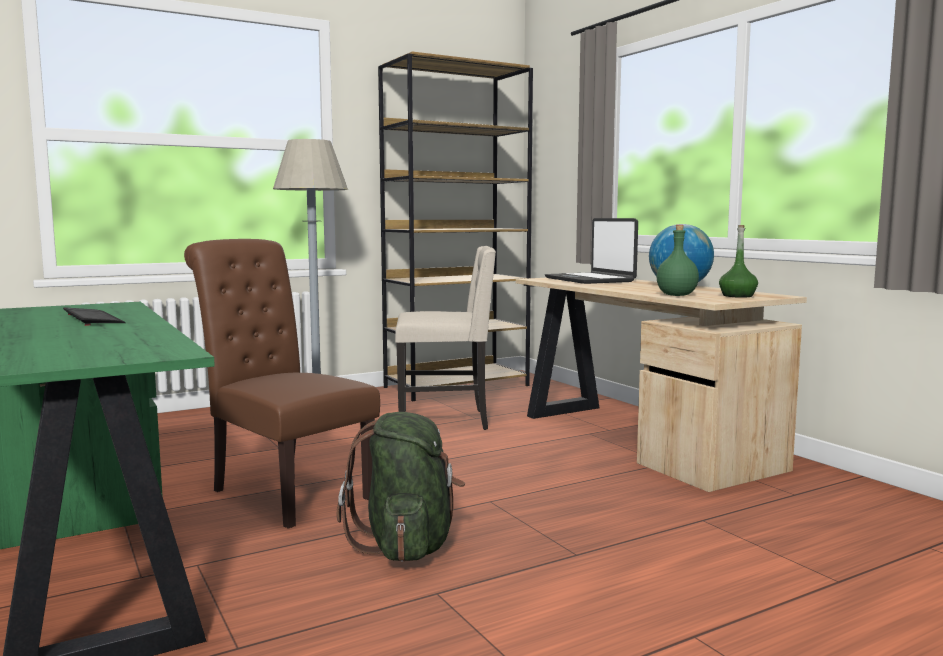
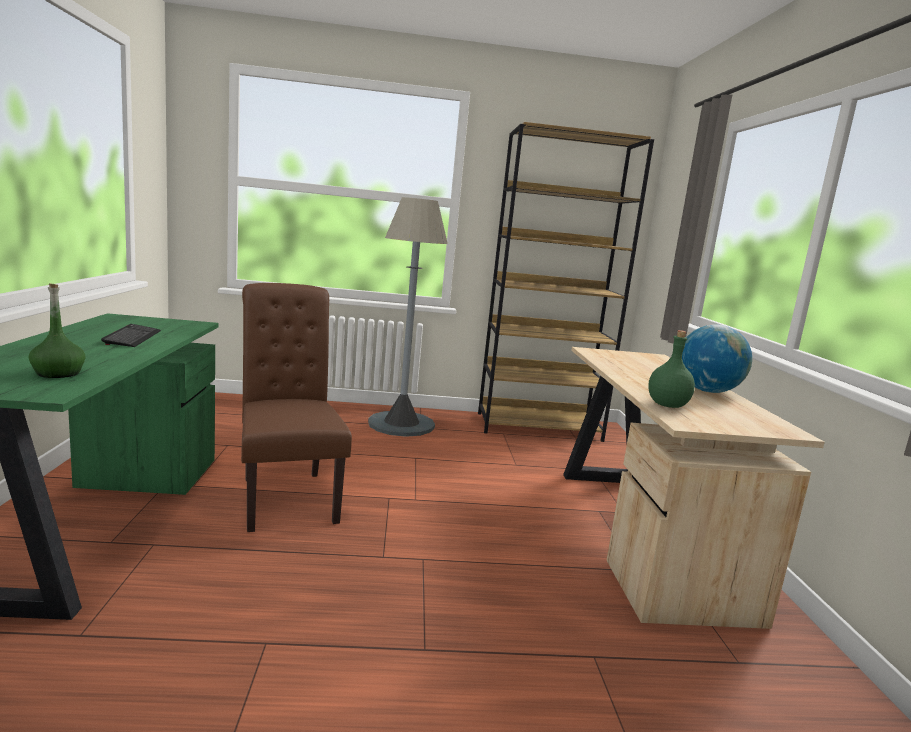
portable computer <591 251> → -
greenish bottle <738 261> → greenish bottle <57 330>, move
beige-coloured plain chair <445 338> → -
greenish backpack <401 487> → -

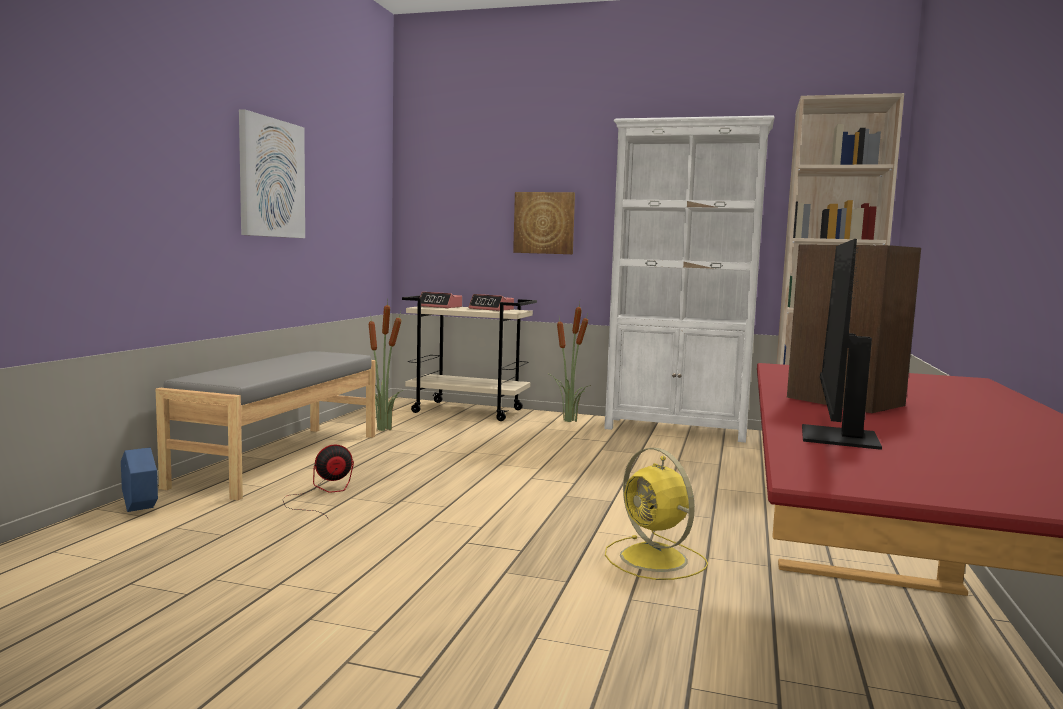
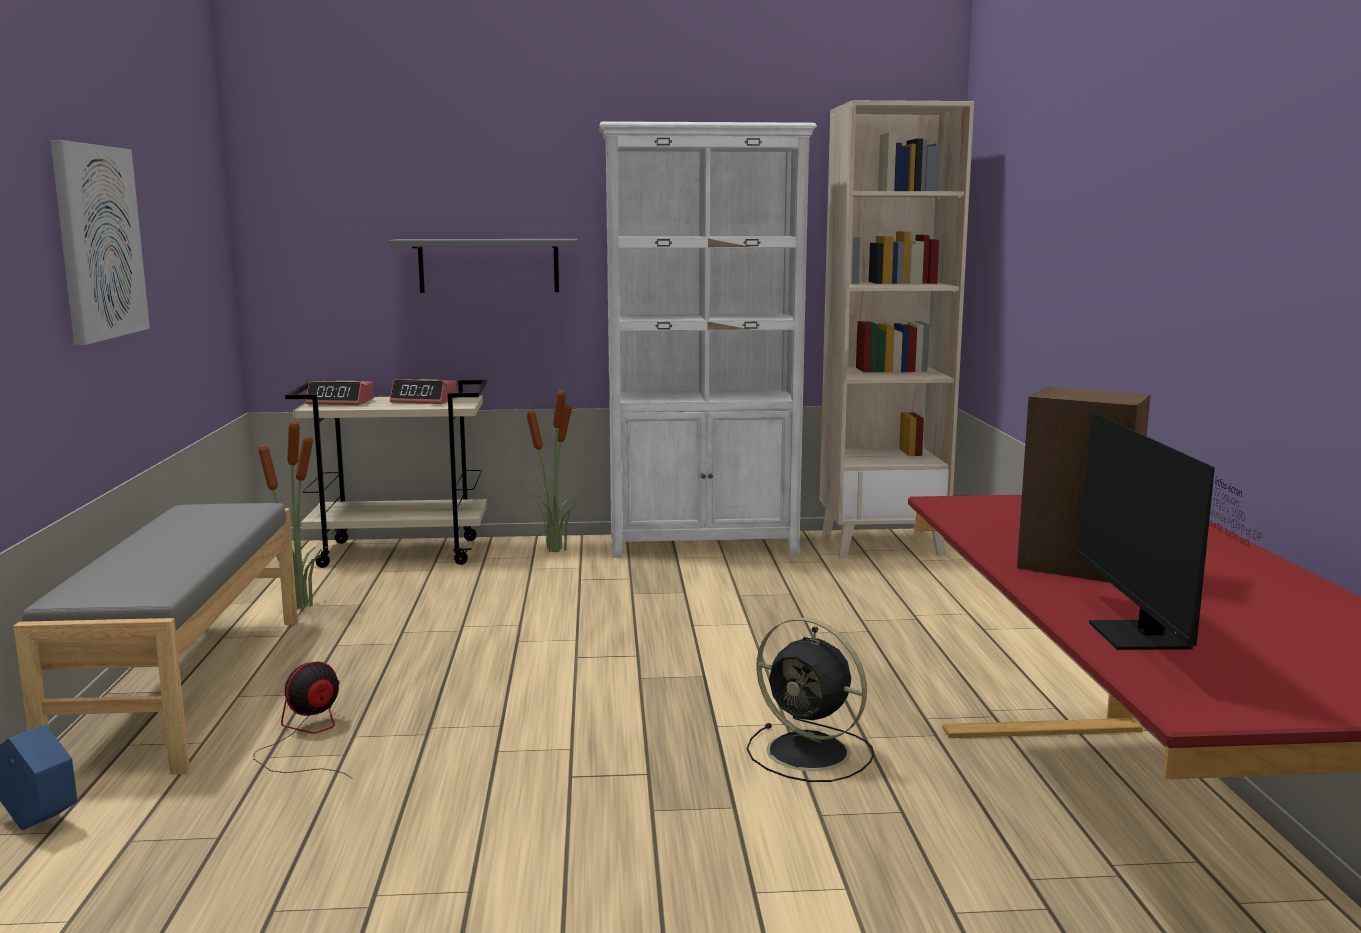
picture <544 223> → gray wall shelf <483 266>
yellow-coloured fan <656 514> → black-coloured fan <810 700>

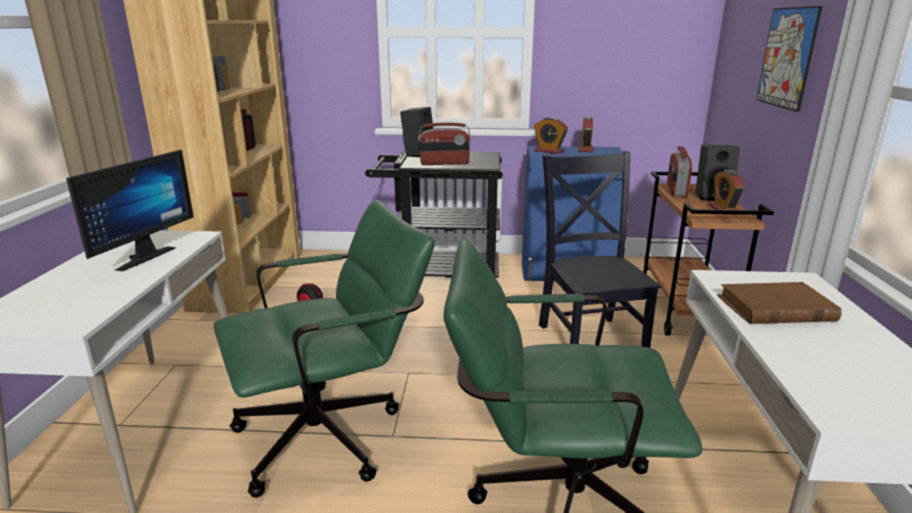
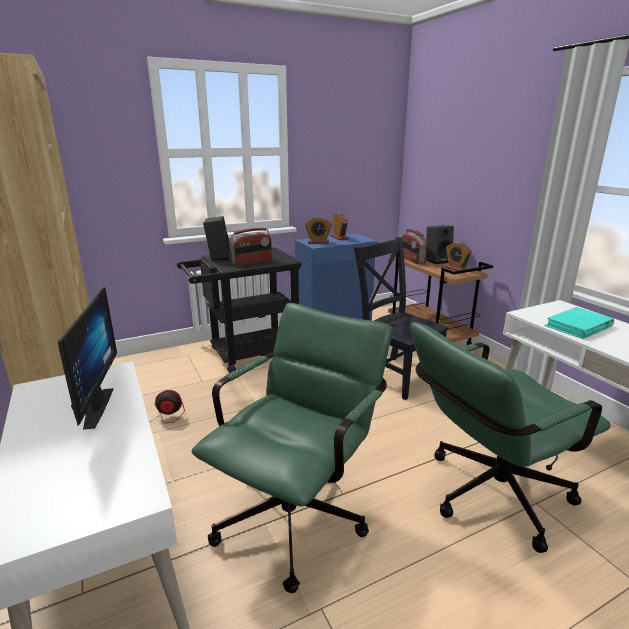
picture <789 59> → -
brown volume <779 303> → turquoise volume <579 323>

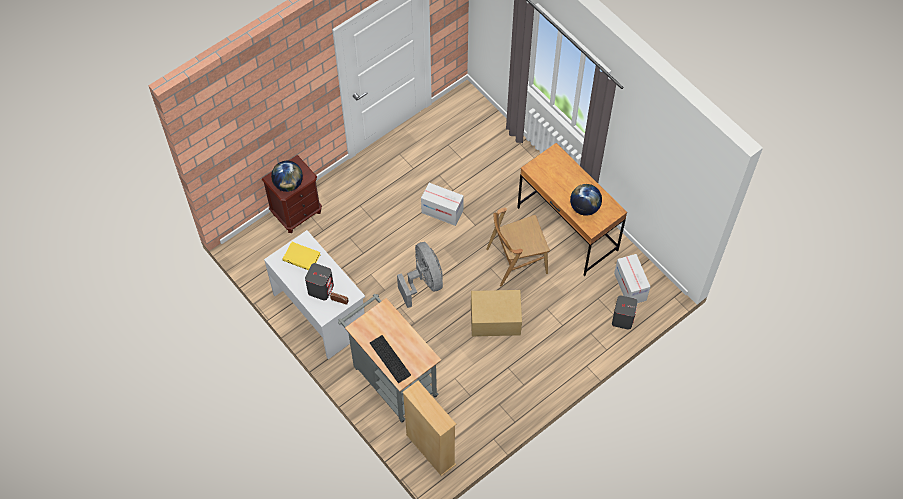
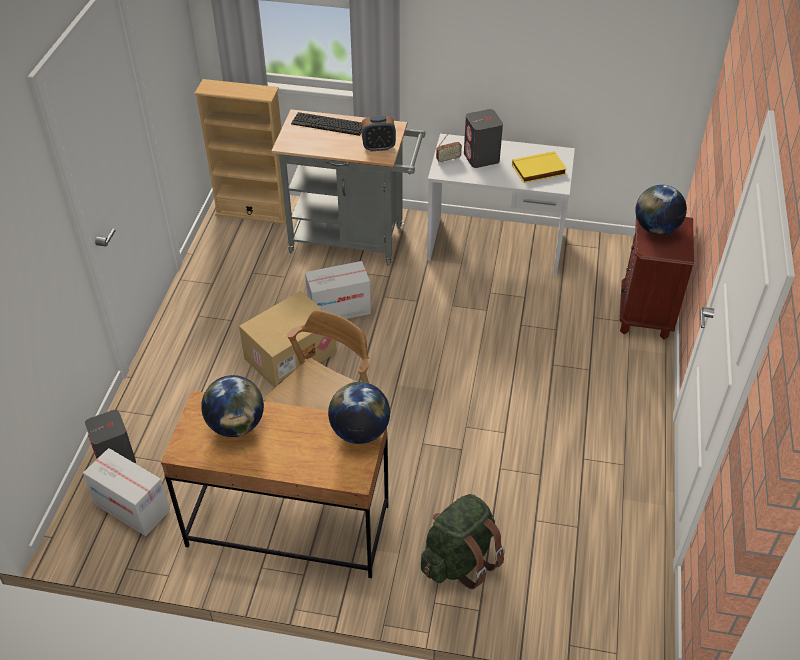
carton <442 204> → carton <338 290>, move
gray fan <420 275> → -
- → table clock <378 134>
- → world globe <359 413>
- → greenish backpack <463 541>

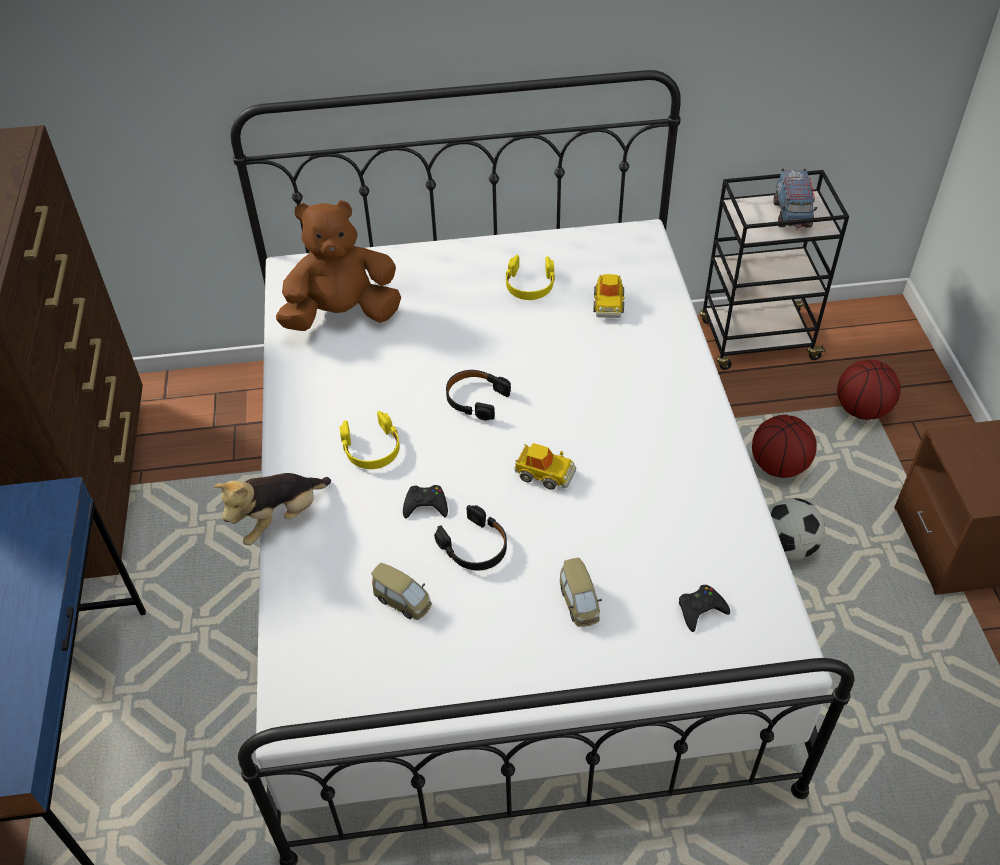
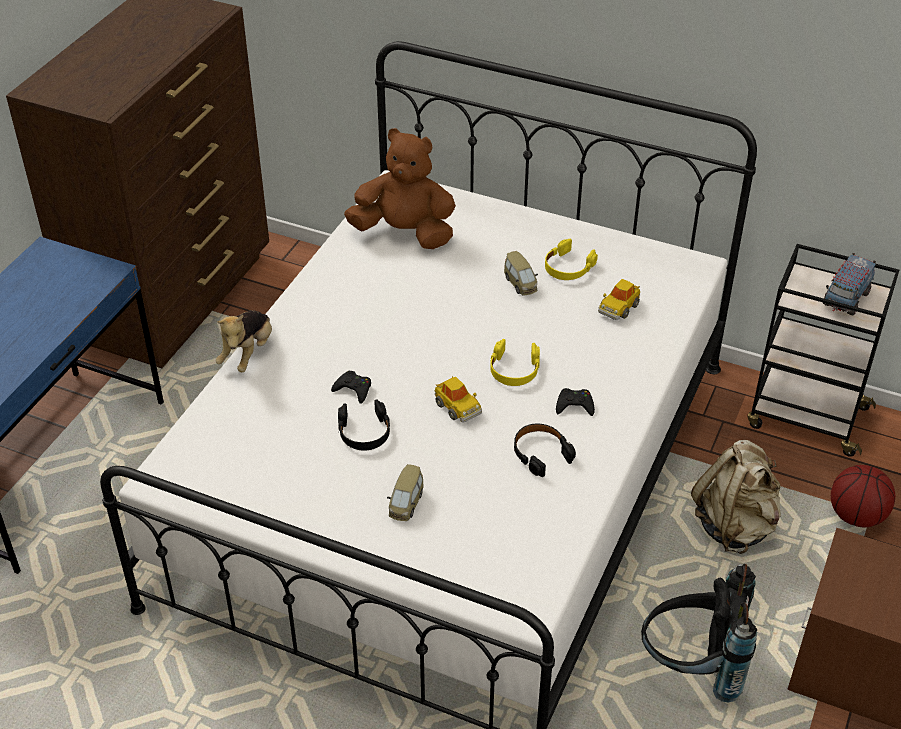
black-coloured headphones <478 395> → black-coloured headphones <545 450>, move
yellow-coloured headphones <369 440> → yellow-coloured headphones <515 362>, move
basketball ball <784 446> → beige-coloured backpack <736 497>
soft toy <272 509> → soft toy <243 341>, 60 degrees counterclockwise
football <797 529> → -
miniature car <401 591> → miniature car <521 273>, move
black-coloured joypad <704 608> → black-coloured joypad <575 402>, move
- → black-coloured backpack <699 633>

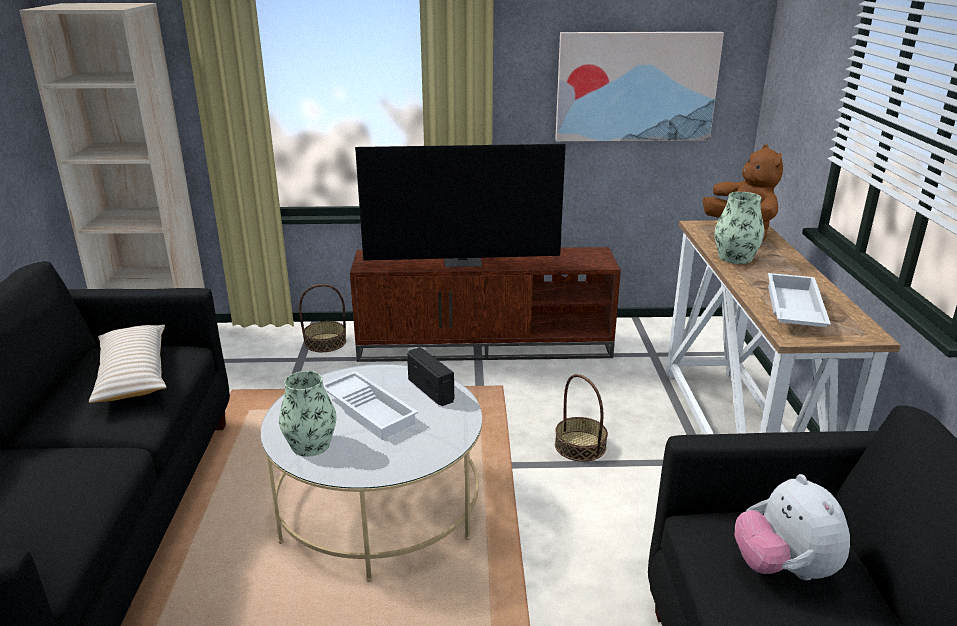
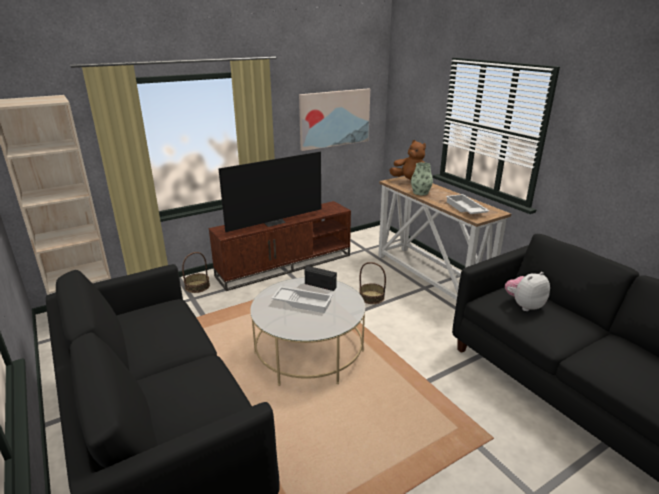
beige-coloured pillow <127 364> → -
flower vase <307 414> → -
soft toy <792 527> → soft toy <527 291>, 105 degrees clockwise

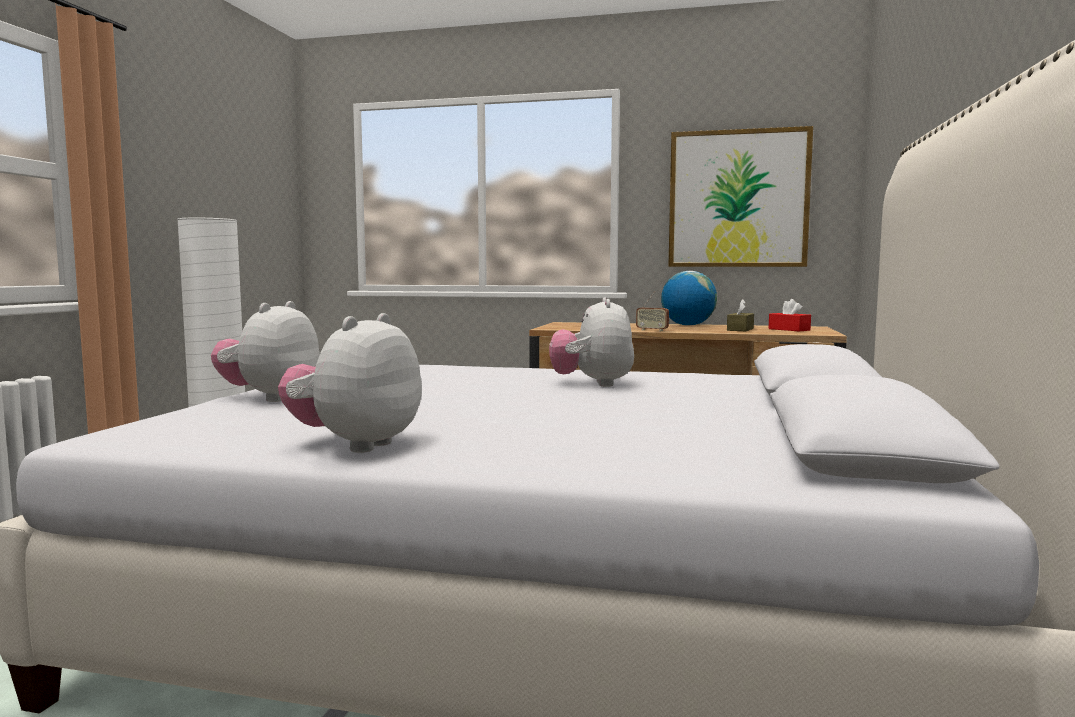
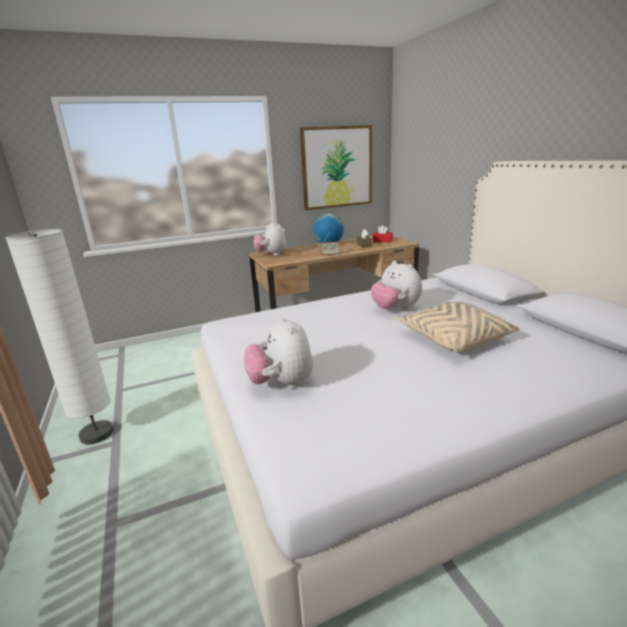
soft toy <350 383> → soft toy <270 238>, move
- → beige-coloured pillow <458 326>

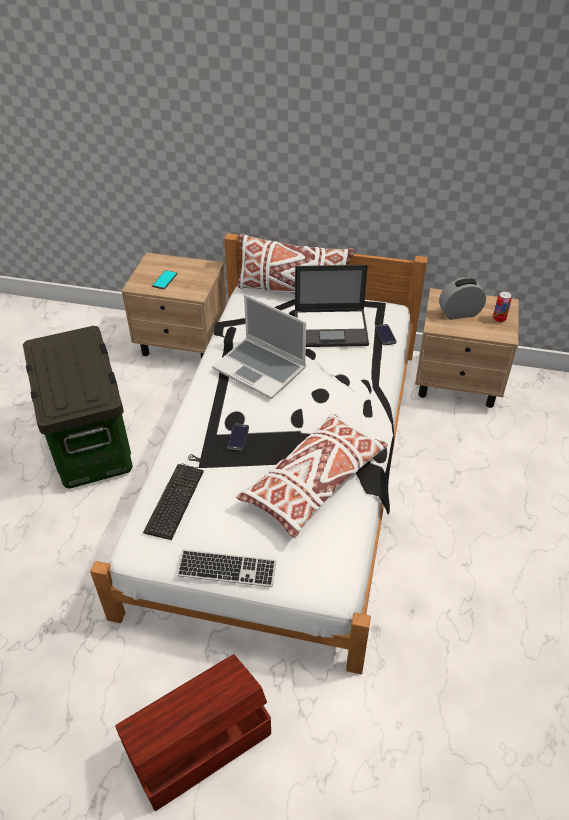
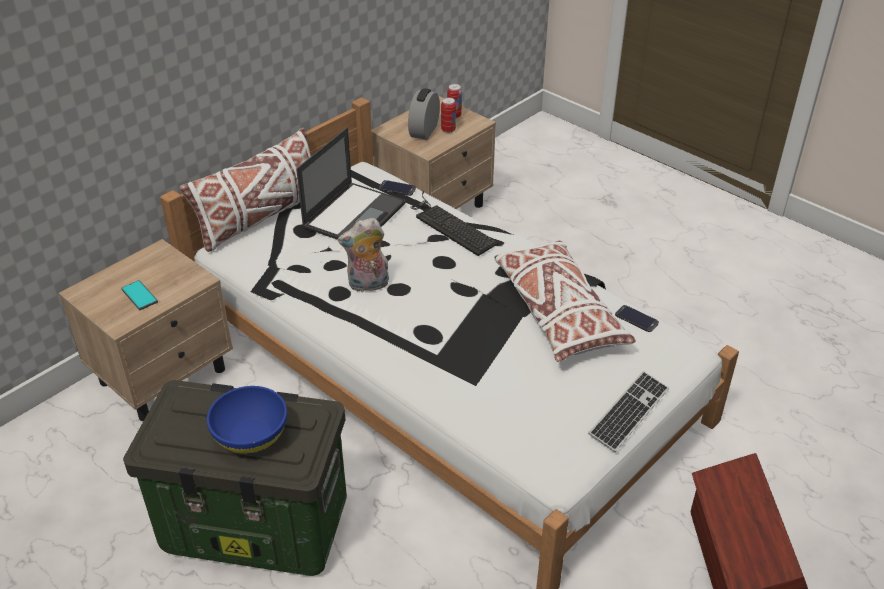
portable computer <259 346> → soft toy <363 255>
telephone <238 437> → telephone <637 318>, move
computer keyboard <182 496> → computer keyboard <454 223>, move
- → metal can <448 115>
- → blue-coloured deep dish <247 420>

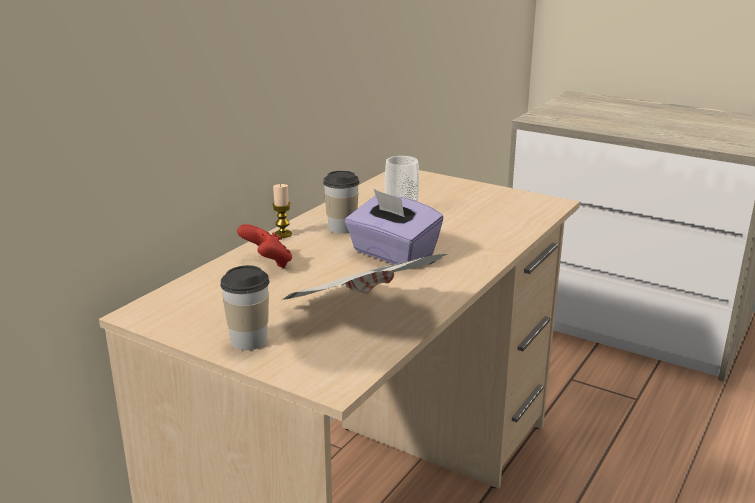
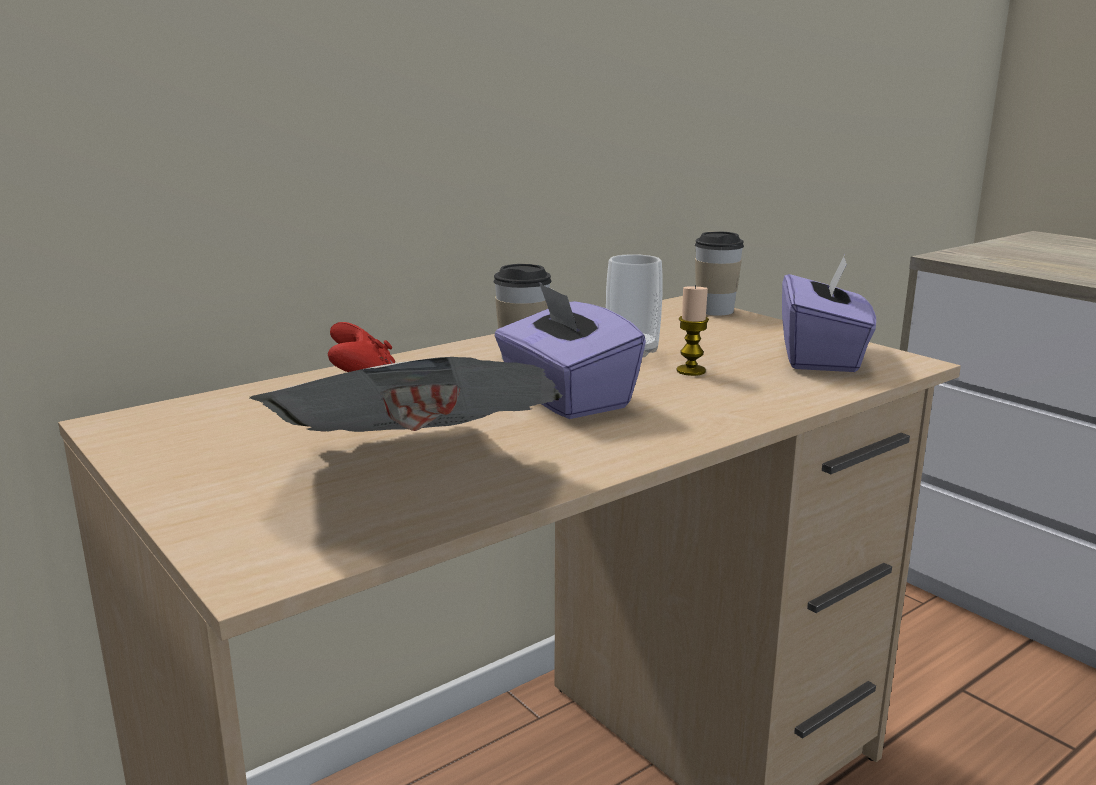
candle <282 211> → candle <692 330>, move
small cup <244 307> → small cup <719 273>, move
- → purple-coloured box of tissues <829 314>

